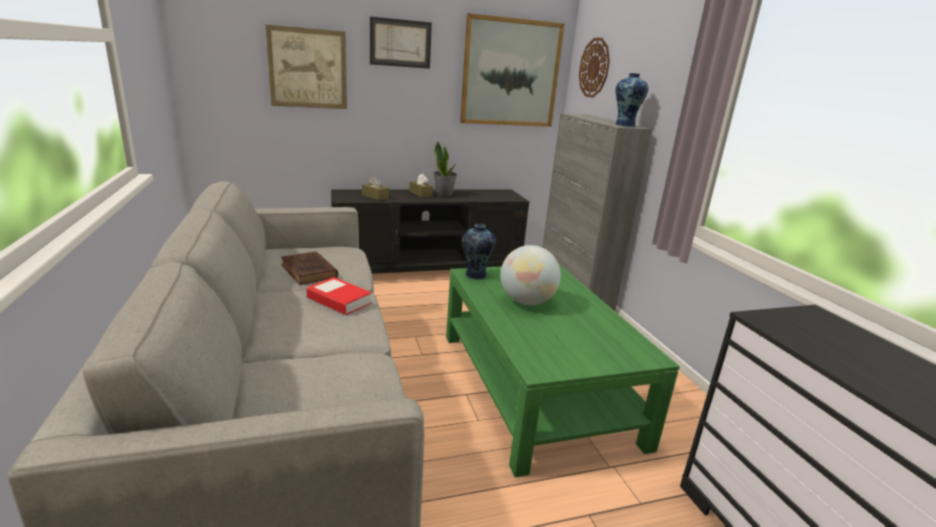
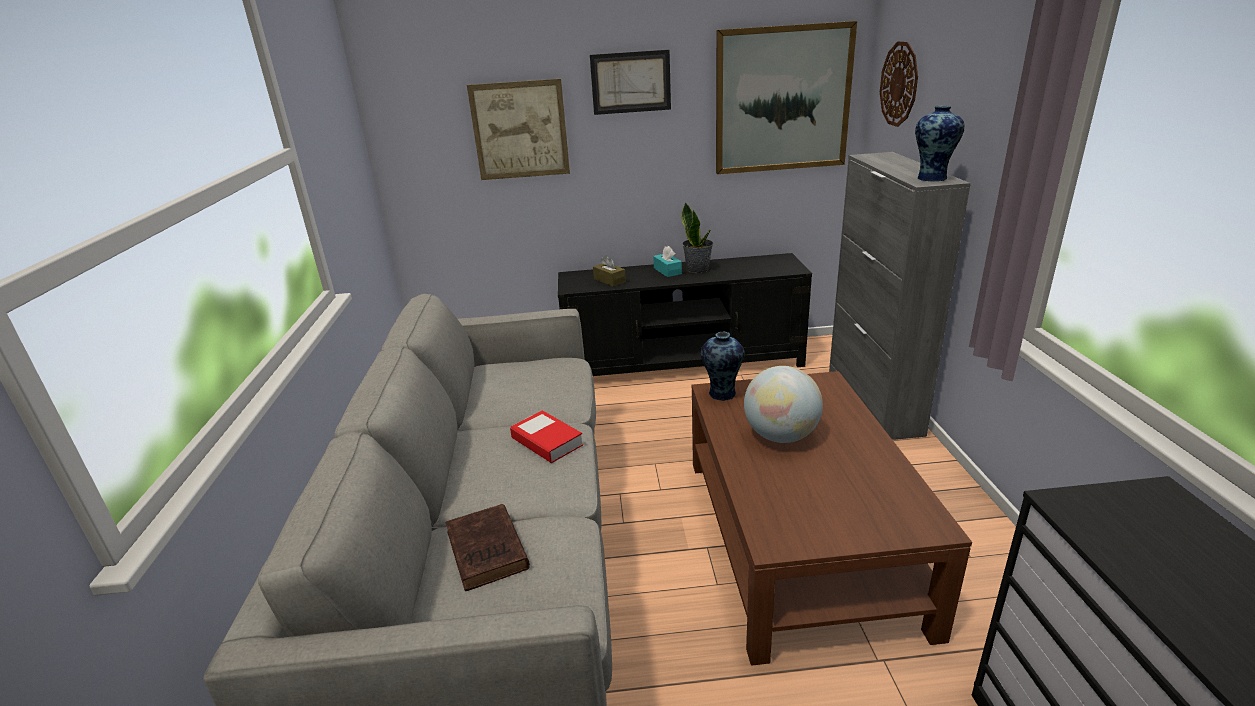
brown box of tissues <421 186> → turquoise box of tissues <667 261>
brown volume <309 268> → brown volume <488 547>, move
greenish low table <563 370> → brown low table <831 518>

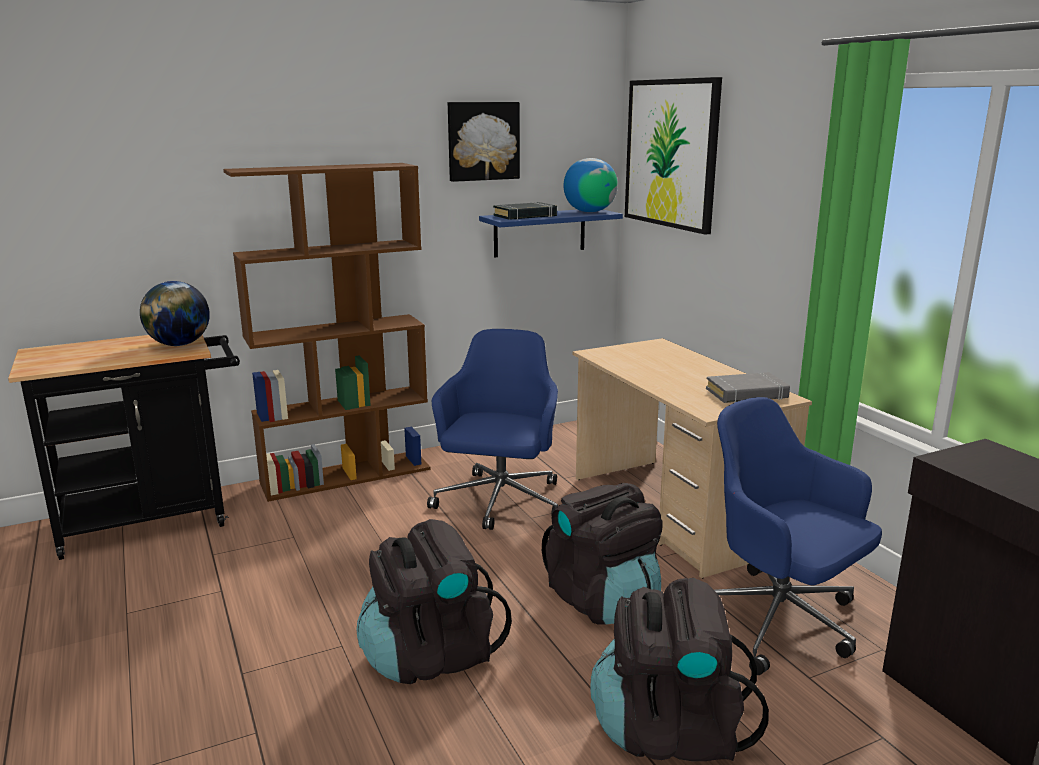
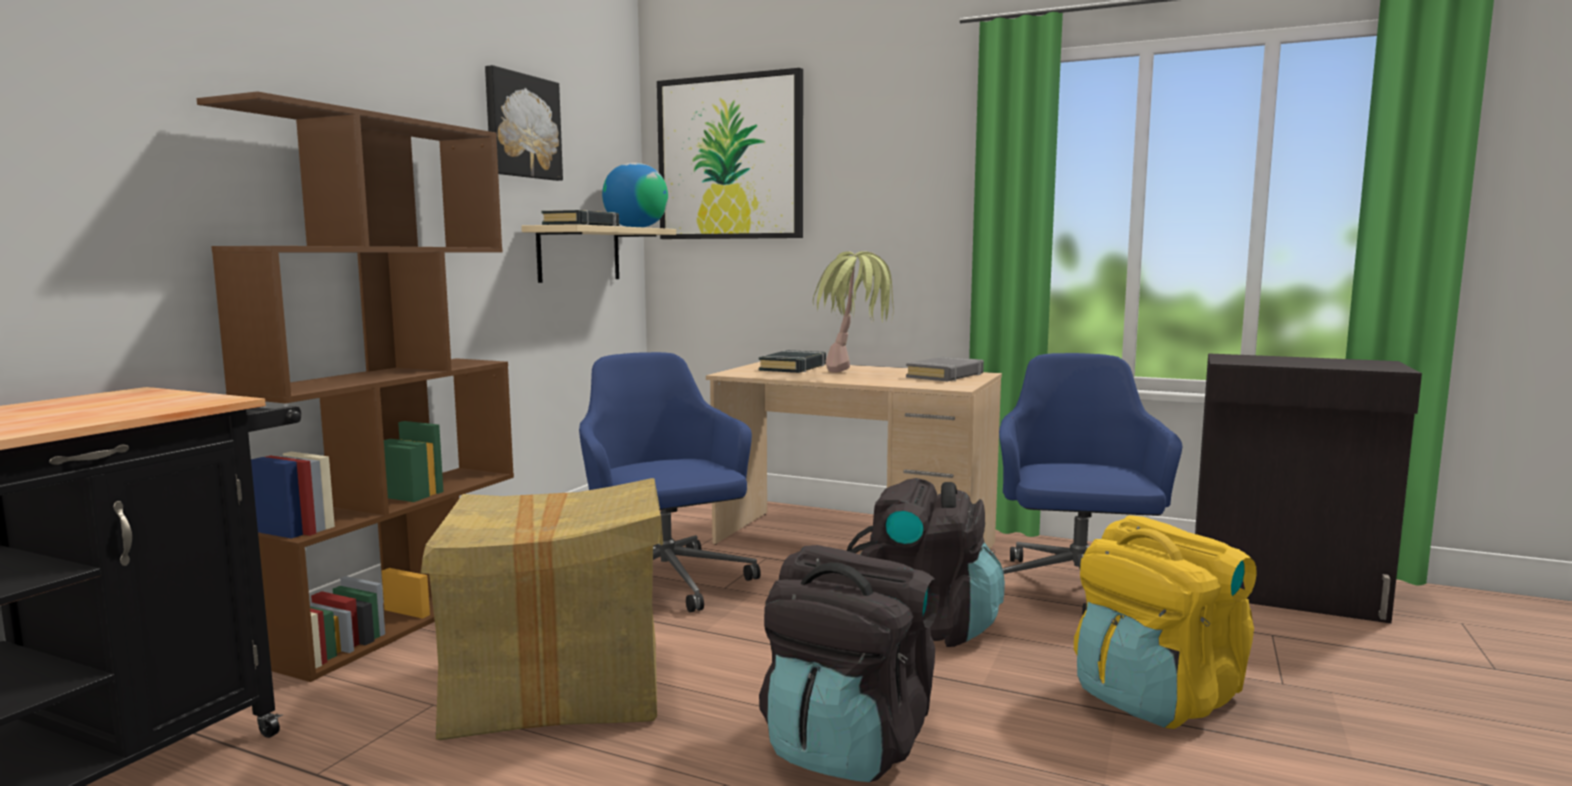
blue-coloured wall shelf <551 233> → beige-coloured wall shelf <598 253>
world globe <175 313> → -
blue-coloured computer chair <798 536> → blue-coloured computer chair <1090 484>, 90 degrees clockwise
black-coloured backpack <680 669> → yellow-coloured backpack <1165 622>
- → potted plant <853 312>
- → black-coloured volume <792 361>
- → carton <541 609>

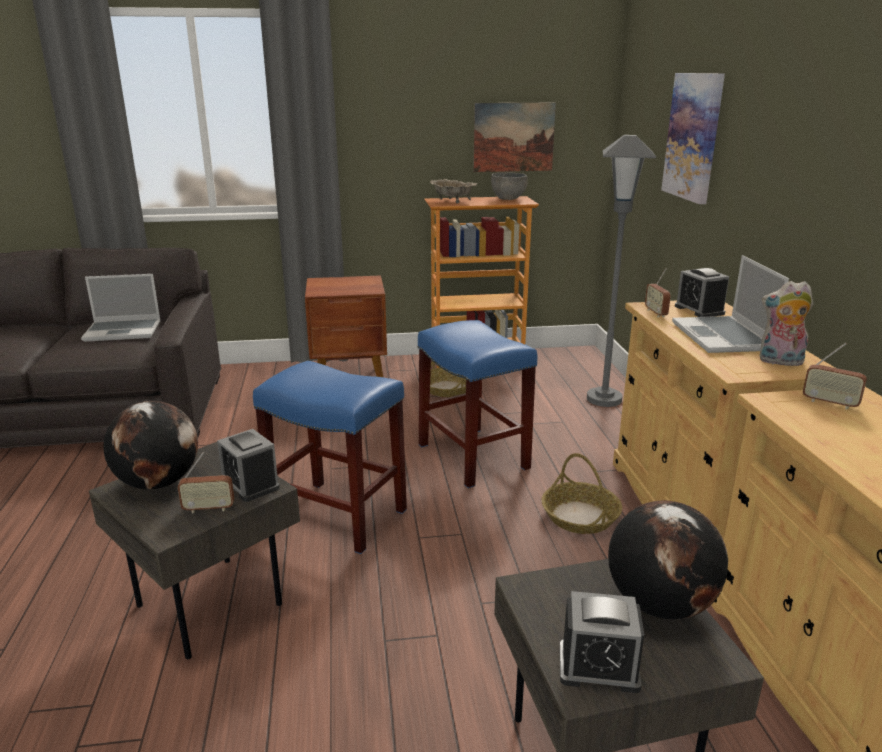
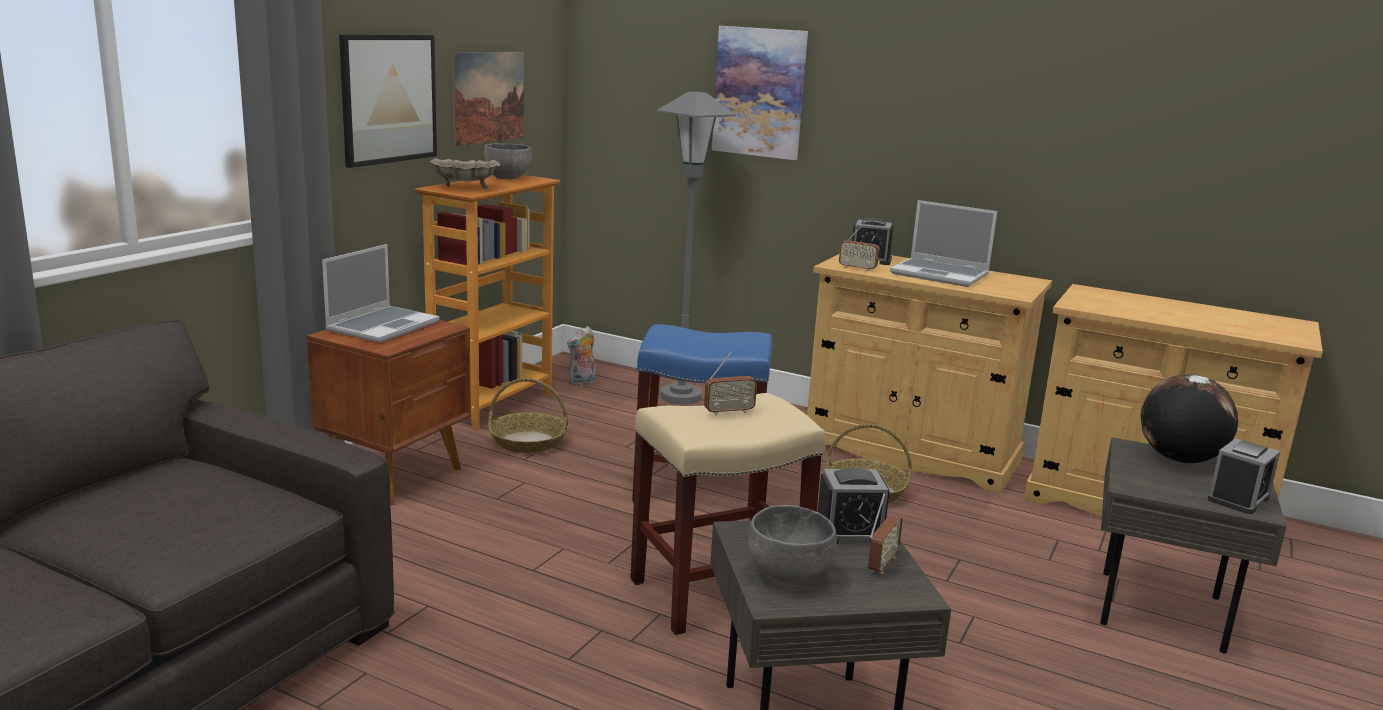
portable computer <121 308> → portable computer <380 293>, move
soft toy <787 323> → soft toy <581 356>, move
radio <835 376> → radio <730 383>, move
blue-coloured stool seat <330 457> → beige-coloured stool seat <727 514>
world globe <150 445> → gray deep dish <792 544>
- → picture <388 101>

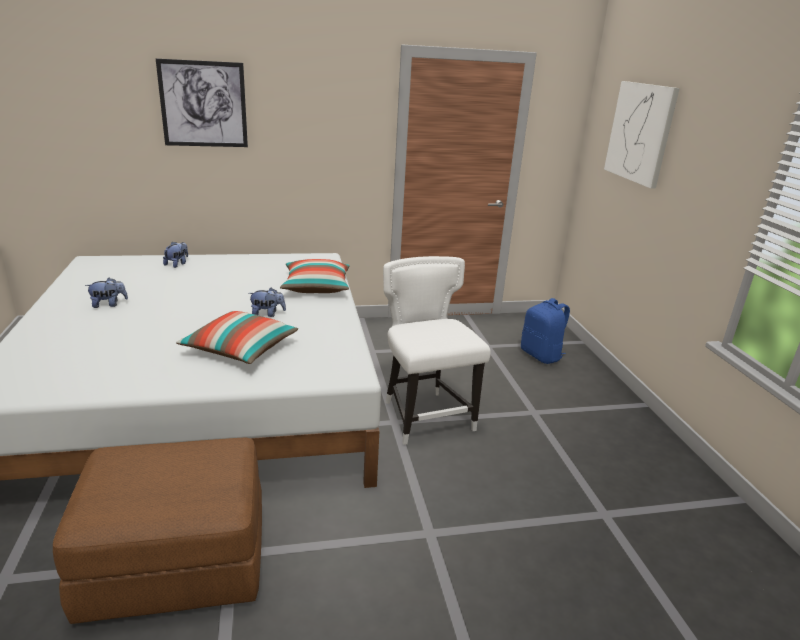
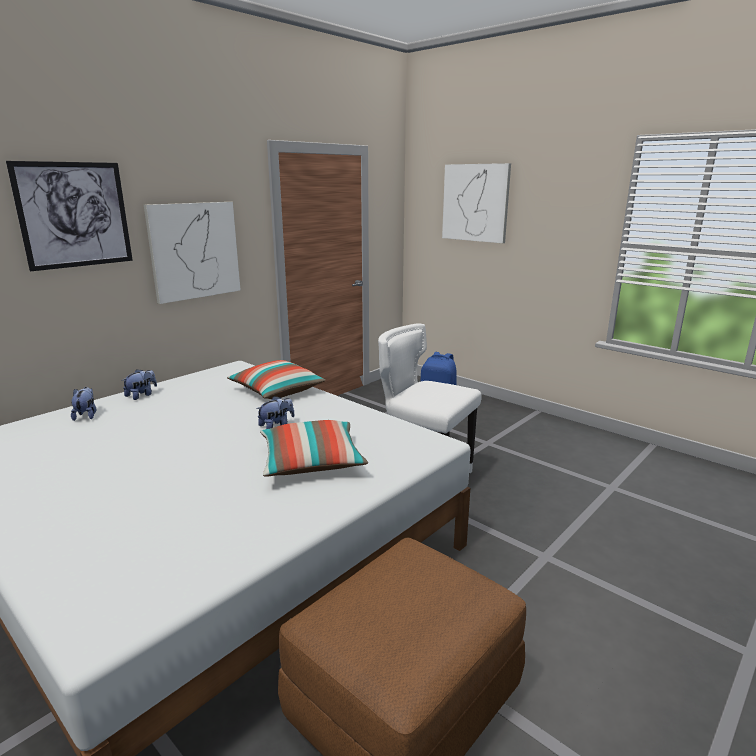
soft toy <106 293> → soft toy <139 384>, move
- → picture <192 253>

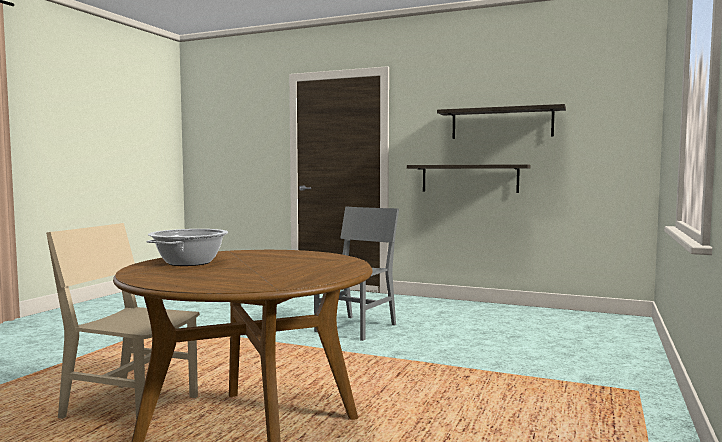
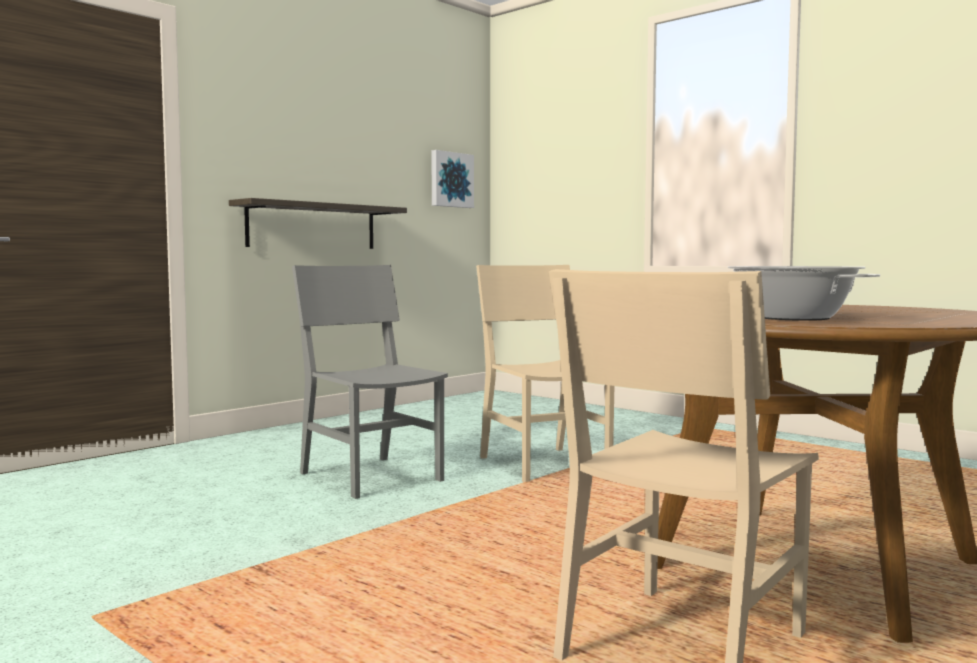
wall shelf <501 121> → -
- → picture <452 179>
- → beige-coloured plain chair <545 373>

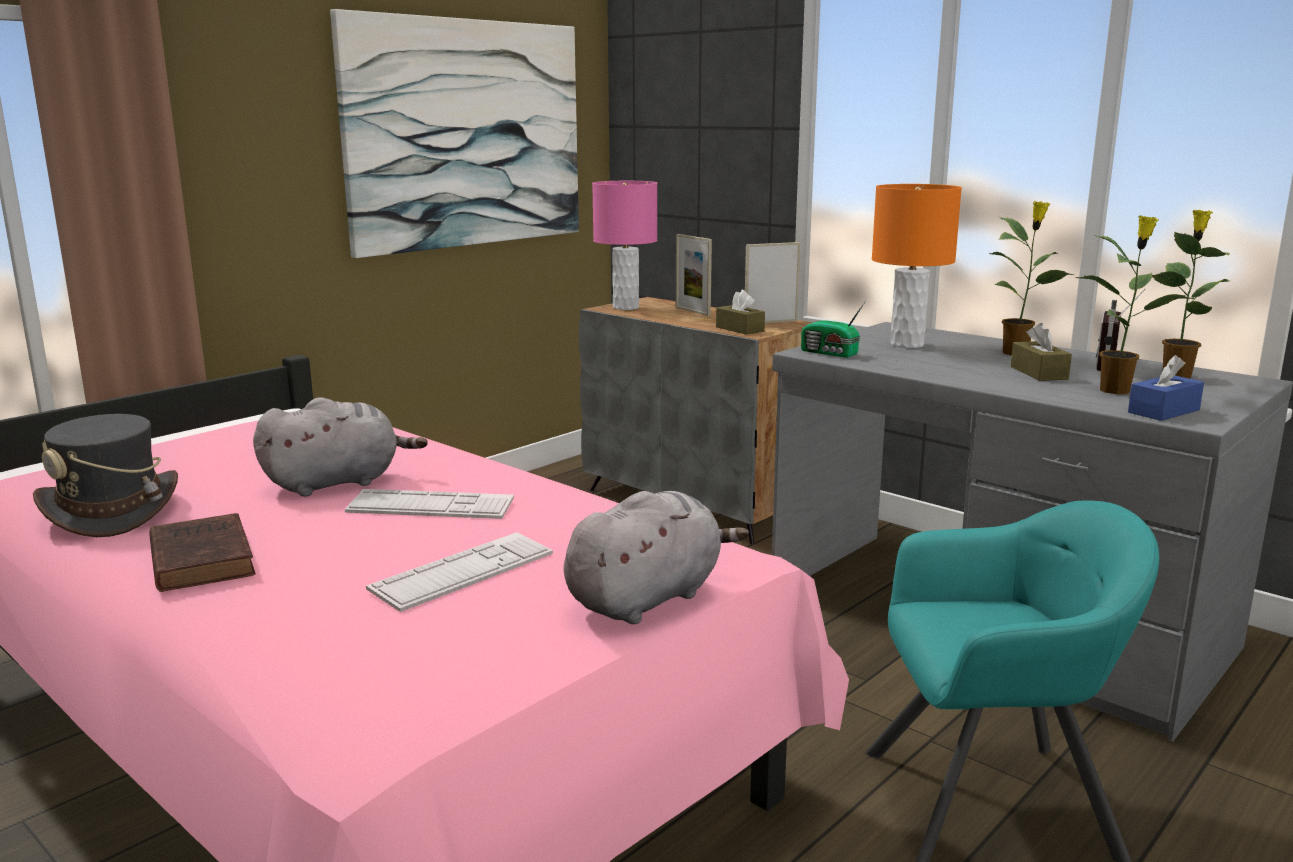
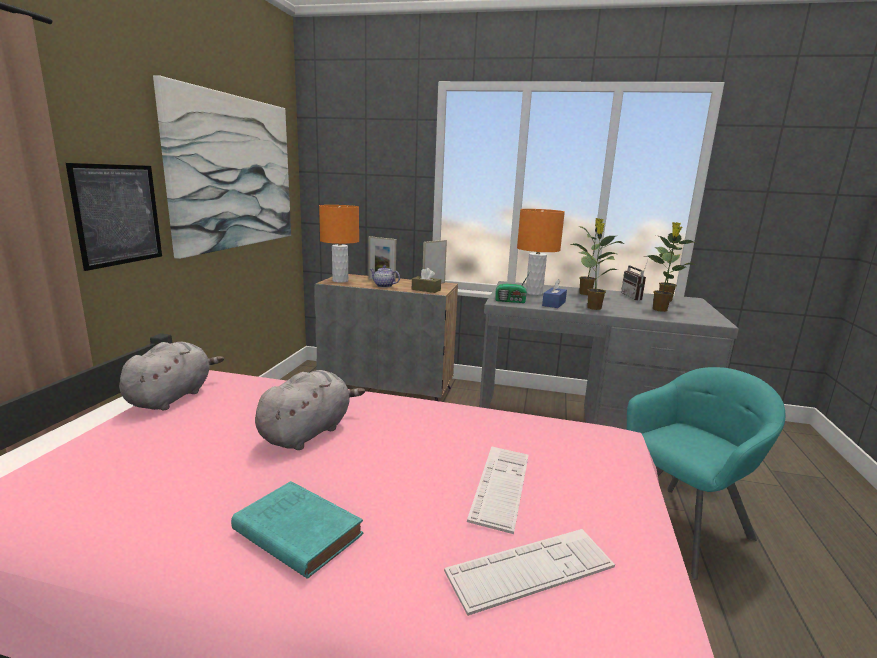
pinkish table lamp <624 245> → orange-coloured table lamp <339 244>
brown box of tissues <1041 352> → -
blue-coloured box of tissues <1166 388> → blue-coloured box of tissues <554 293>, move
gray wearable hat <105 475> → -
computer keyboard <429 504> → computer keyboard <529 572>, move
gray soft toy <656 557> → gray soft toy <171 376>, move
brown volume <202 552> → turquoise volume <297 530>
- → picture <114 217>
- → potted plant <601 266>
- → pot for tea <385 276>

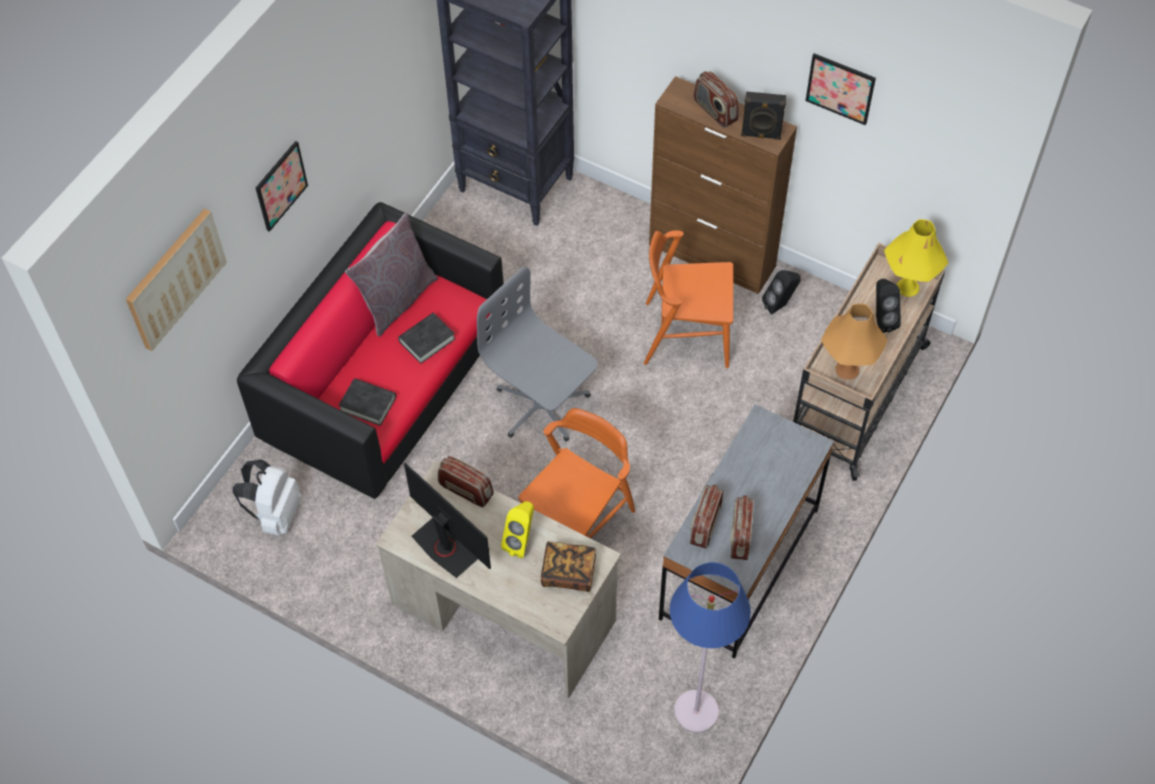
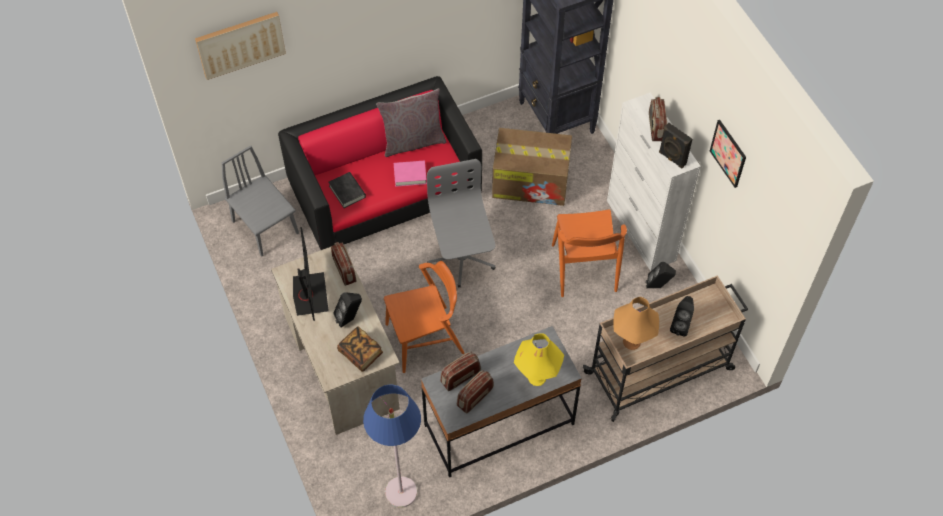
brown storage cabinet <723 185> → white-coloured storage cabinet <654 182>
picture <282 186> → -
yellow-coloured table lamp <916 258> → yellow-coloured table lamp <539 359>, move
orange-coloured plain chair <688 299> → orange-coloured plain chair <589 253>, 135 degrees counterclockwise
black-coloured volume <426 338> → pinkish volume <410 174>
white-coloured backpack <267 498> → gray plain chair <260 201>
yellow-coloured audio speaker <517 529> → black-coloured audio speaker <348 309>
- → carton <532 167>

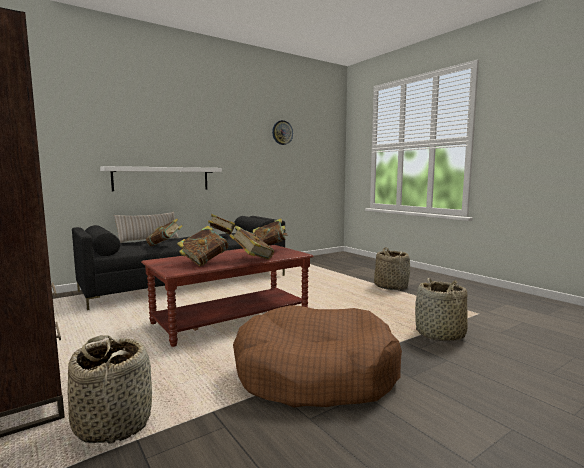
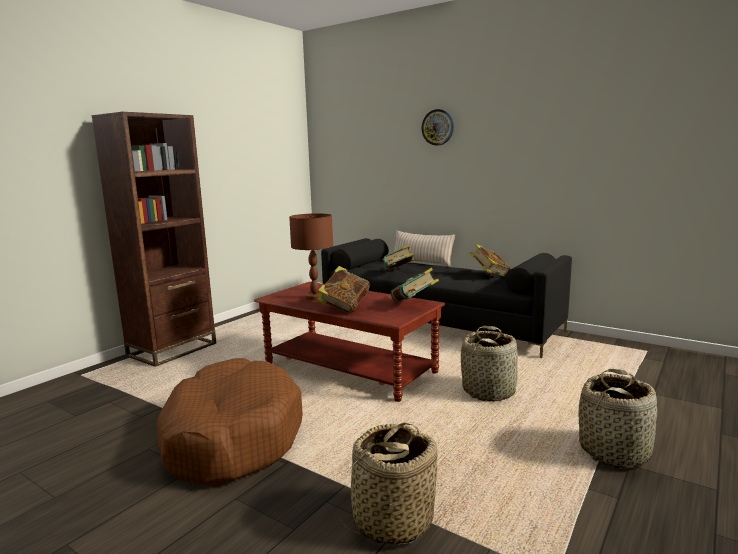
clock on the wall <282 132> → clock on the wall <437 127>, move
white-coloured wall shelf <161 178> → -
volume <203 246> → brown table lamp <311 256>
household basket <109 389> → household basket <489 364>, move

